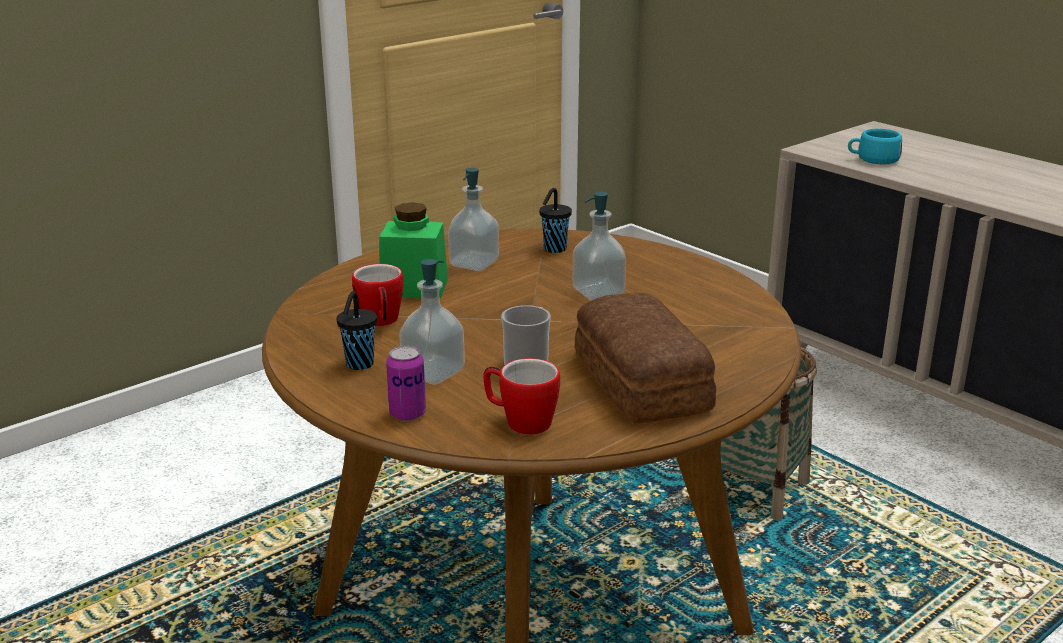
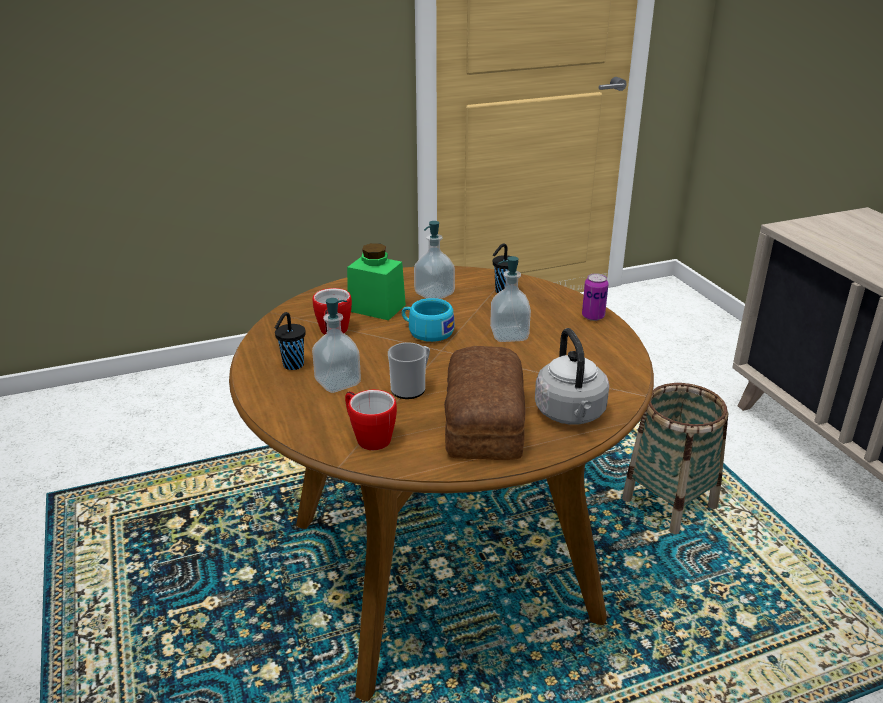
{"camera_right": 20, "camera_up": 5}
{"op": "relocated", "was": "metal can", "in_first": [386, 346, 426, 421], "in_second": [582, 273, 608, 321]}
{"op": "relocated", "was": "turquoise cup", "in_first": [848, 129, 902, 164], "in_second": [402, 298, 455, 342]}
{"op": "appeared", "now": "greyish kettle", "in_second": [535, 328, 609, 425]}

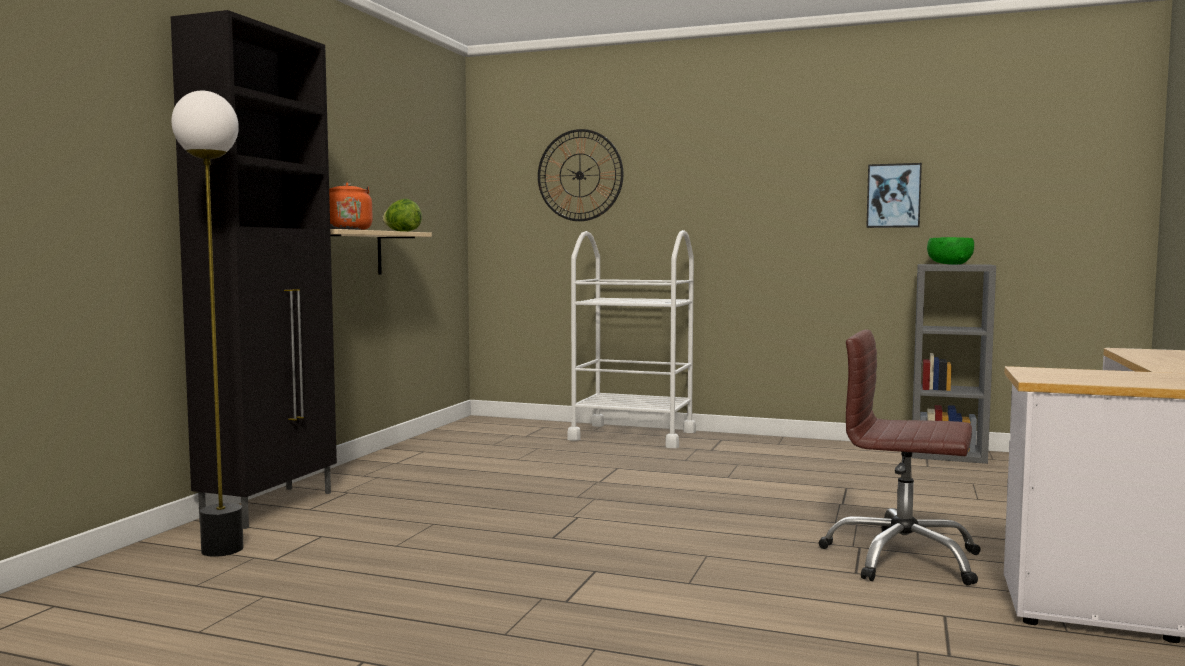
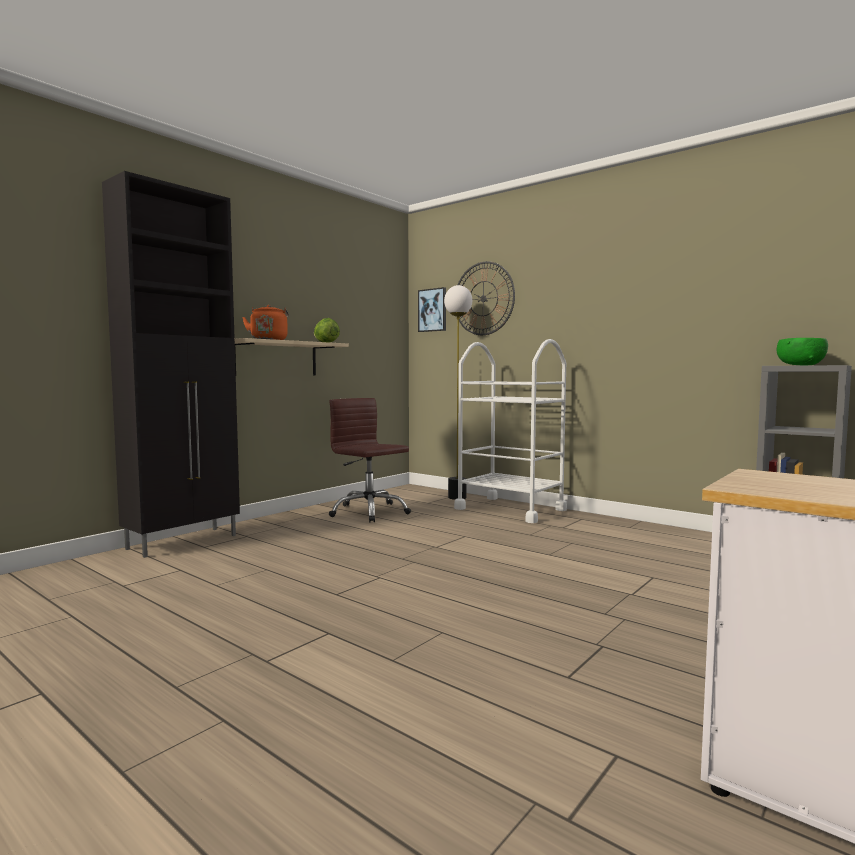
{"camera_right": 20, "camera_up": 0}
{"op": "relocated", "was": "standard lamp", "in_first": [172, 91, 244, 557], "in_second": [444, 285, 472, 500]}
{"op": "relocated", "was": "brownish office chair", "in_first": [819, 330, 981, 586], "in_second": [329, 398, 411, 522]}
{"op": "relocated", "was": "wall picture", "in_first": [866, 163, 922, 228], "in_second": [418, 287, 446, 332]}

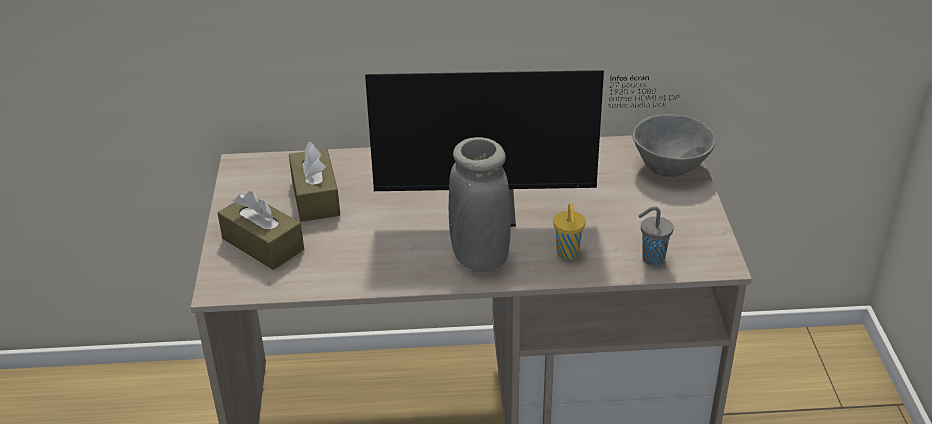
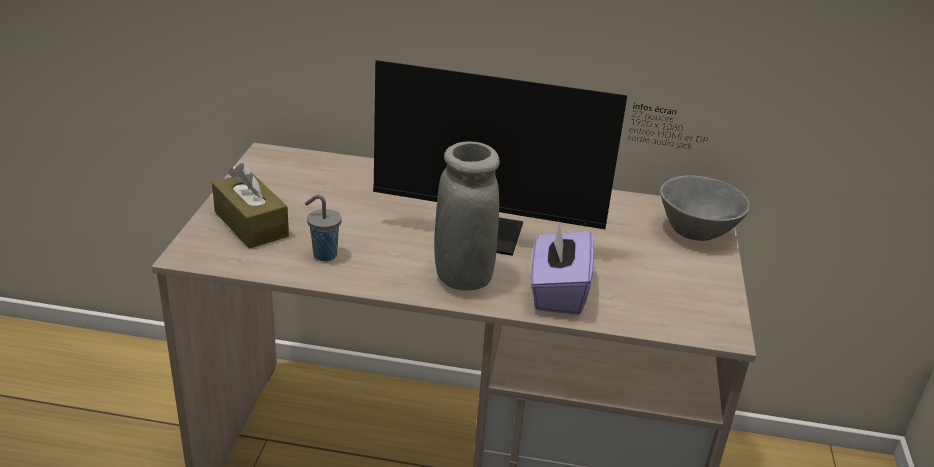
{"camera_right": 10, "camera_up": -5}
{"op": "missing", "was": "brownish tissue holder", "in_first": [289, 141, 340, 222]}
{"op": "exchanged", "was": "yellow-coloured cup", "now": "purplish tissue holder", "in_first": [553, 203, 586, 260], "in_second": [530, 221, 594, 315]}
{"op": "relocated", "was": "greyish cup", "in_first": [638, 206, 674, 266], "in_second": [305, 195, 342, 261]}

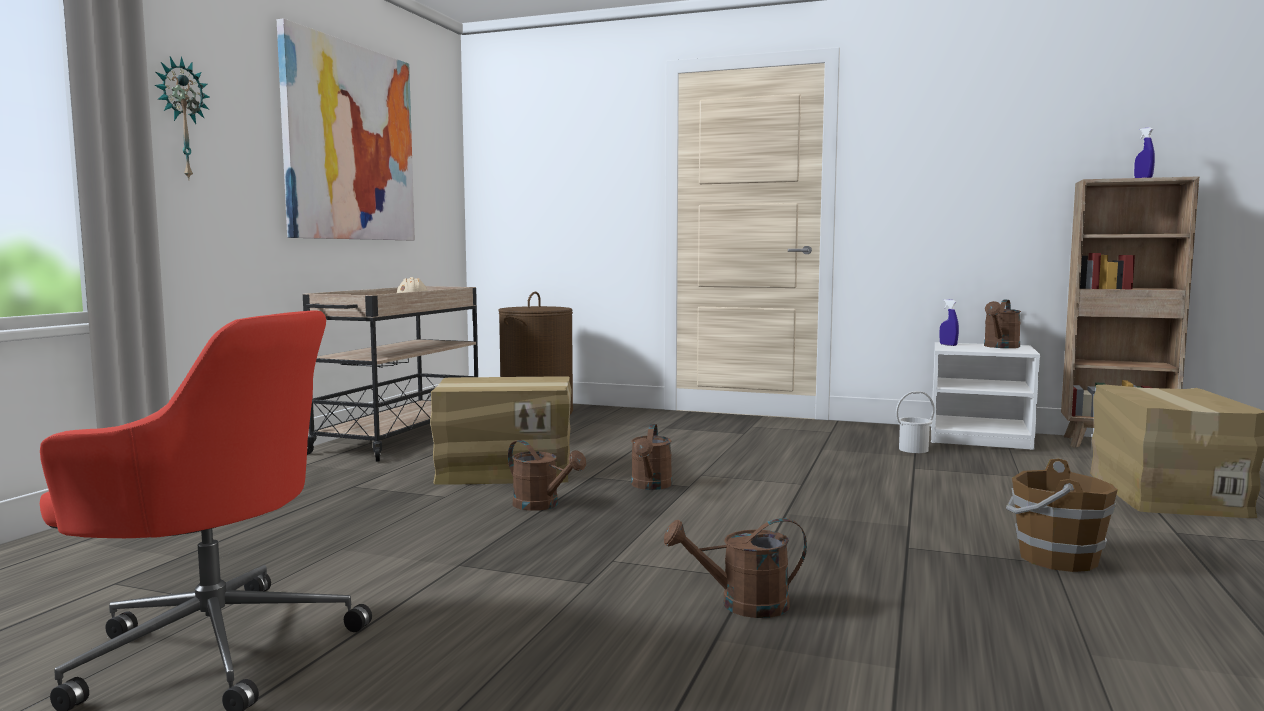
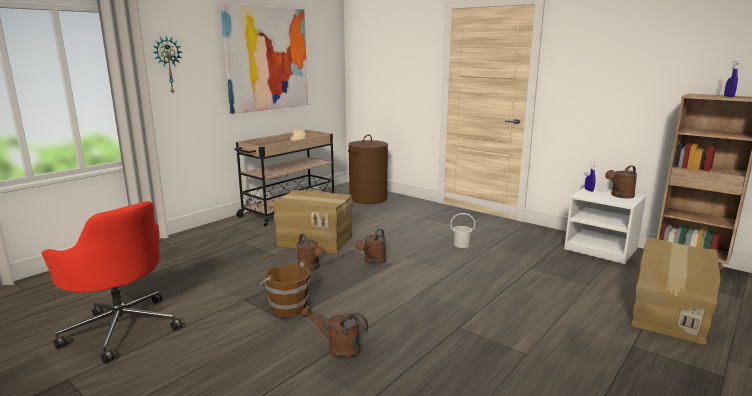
{"camera_right": 20, "camera_up": 10}
{"op": "relocated", "was": "whitish water bucket", "in_first": [896, 391, 935, 453], "in_second": [450, 213, 475, 248]}
{"op": "relocated", "was": "brownish water bucket", "in_first": [1006, 458, 1118, 572], "in_second": [260, 260, 310, 317]}

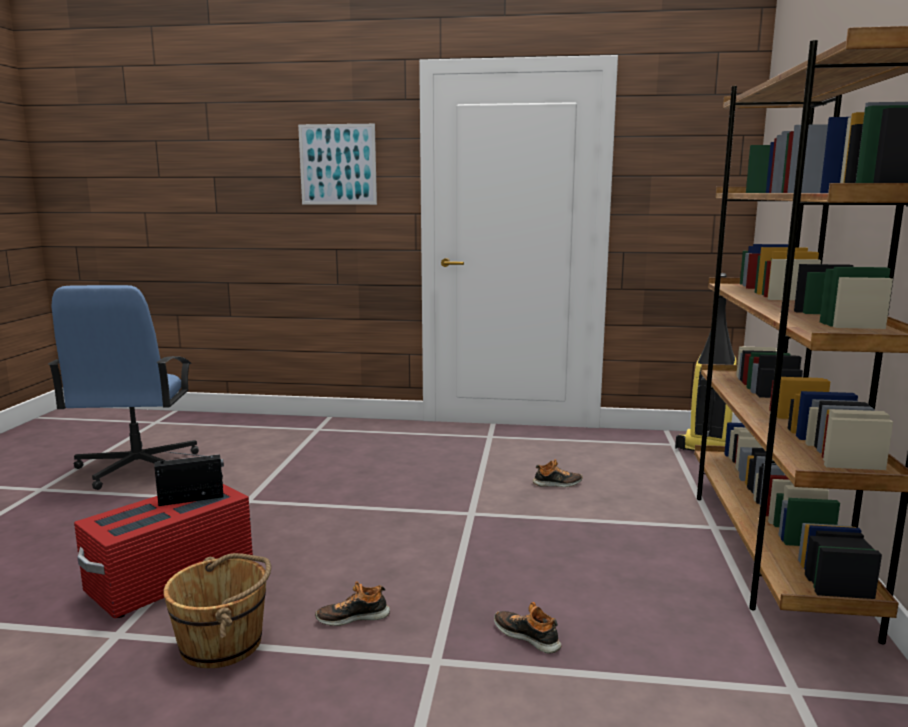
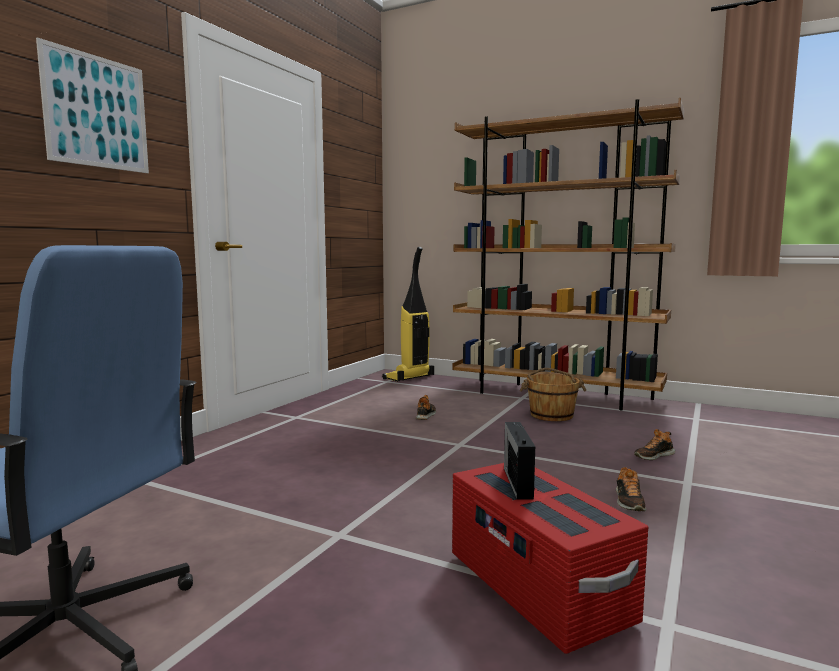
{"camera_right": -70, "camera_up": -5}
{"op": "relocated", "was": "brownish water bucket", "in_first": [163, 553, 271, 668], "in_second": [519, 368, 587, 421]}

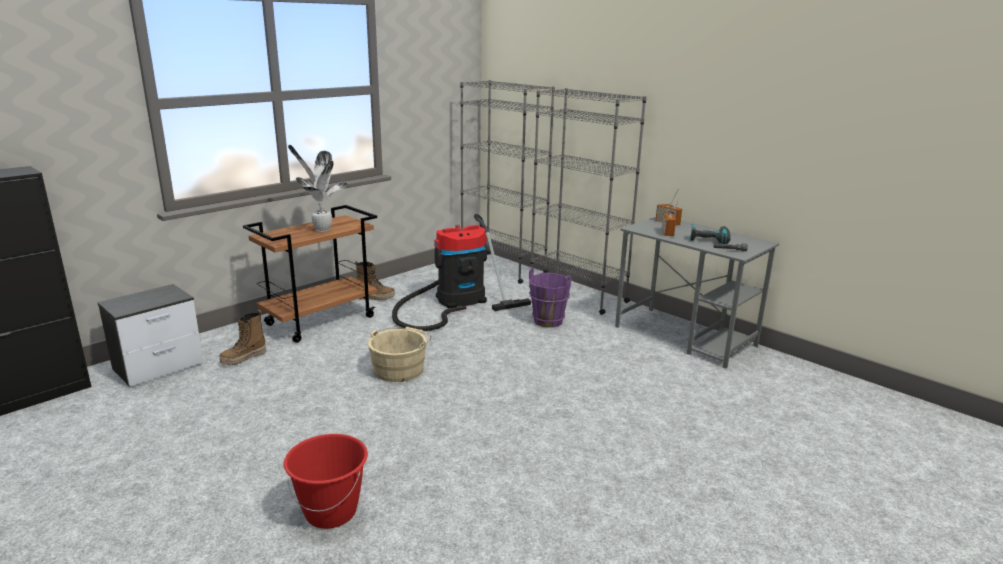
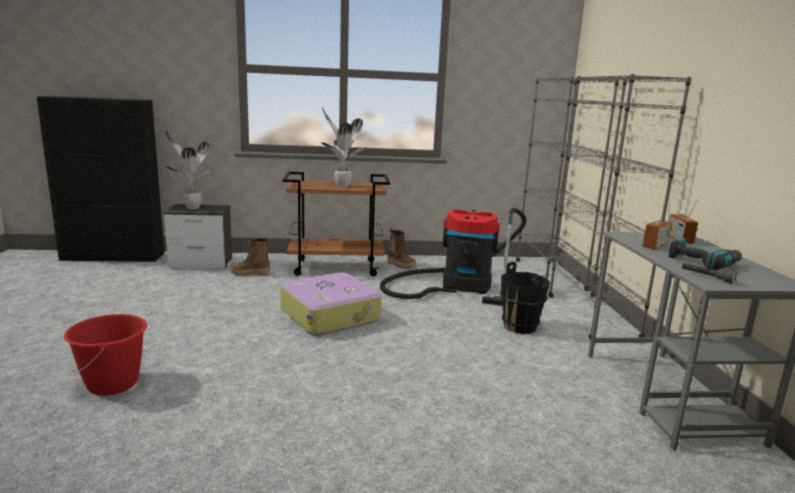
{"camera_right": 40, "camera_up": -5}
{"op": "exchanged", "was": "sand-coloured water bucket", "now": "piece of luggage", "in_first": [368, 327, 432, 382], "in_second": [280, 272, 381, 336]}
{"op": "colour", "was": "purplish water bucket", "now": "black water bucket", "in_first": [529, 267, 572, 328], "in_second": [500, 262, 550, 334]}
{"op": "appeared", "now": "plant in a pot", "in_second": [165, 131, 213, 209]}

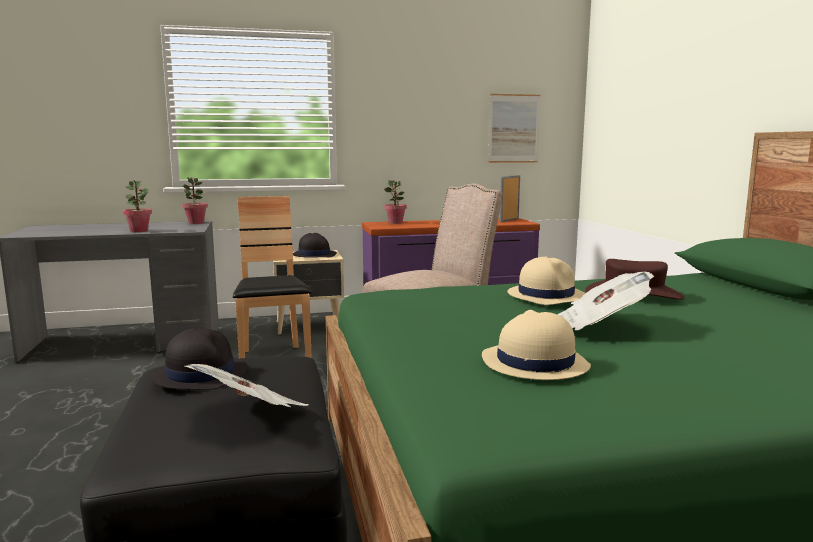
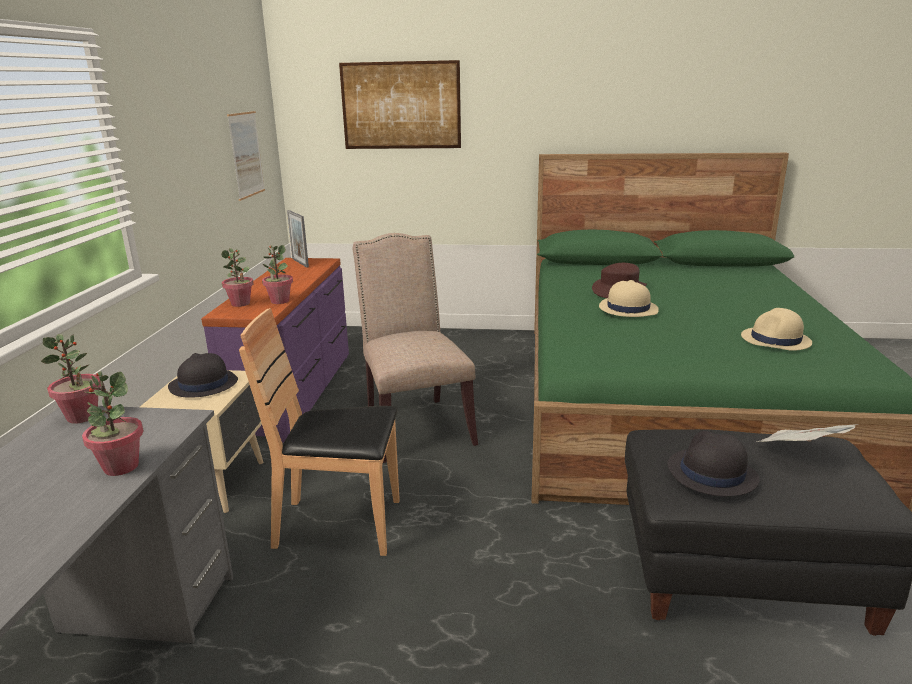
{"camera_right": -70, "camera_up": 10}
{"op": "missing", "was": "printed paper", "in_first": [557, 272, 654, 330]}
{"op": "appeared", "now": "plant in a pot", "in_second": [262, 245, 293, 304]}
{"op": "appeared", "now": "wall picture", "in_second": [339, 60, 461, 149]}

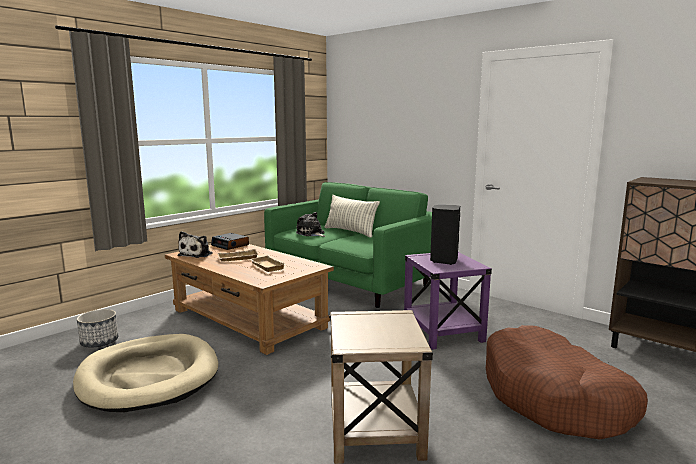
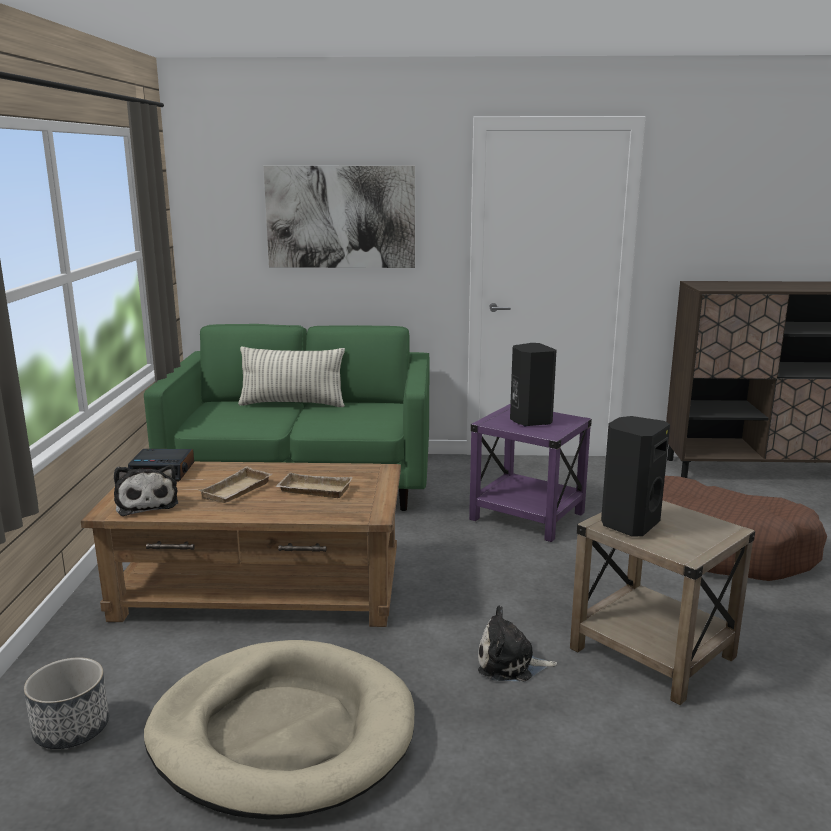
{"camera_right": -40, "camera_up": 5}
{"op": "relocated", "was": "soft toy", "in_first": [296, 212, 325, 237], "in_second": [478, 605, 557, 681]}
{"op": "appeared", "now": "wall picture", "in_second": [264, 166, 415, 268]}
{"op": "appeared", "now": "black loudspeaker", "in_second": [601, 416, 670, 536]}

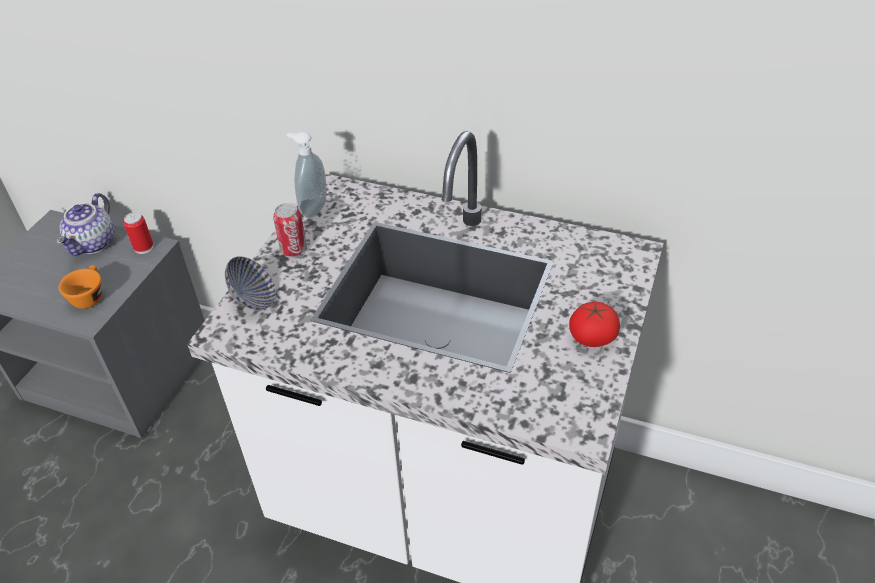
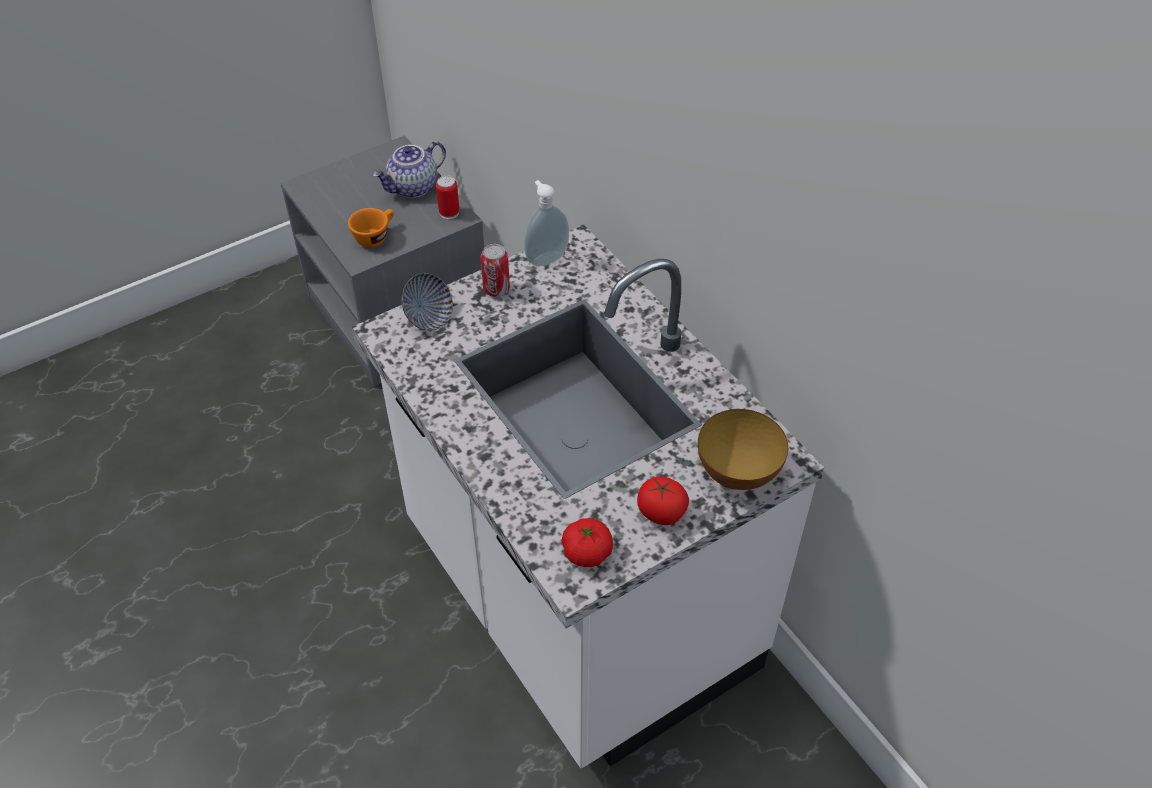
{"camera_right": 35, "camera_up": 5}
{"op": "appeared", "now": "whole tomato", "in_second": [561, 518, 613, 567]}
{"op": "appeared", "now": "deep dish", "in_second": [698, 409, 788, 490]}

